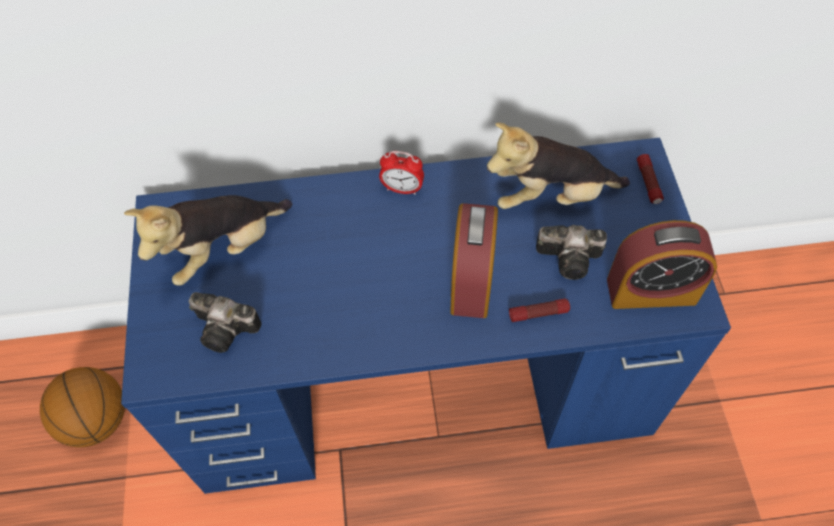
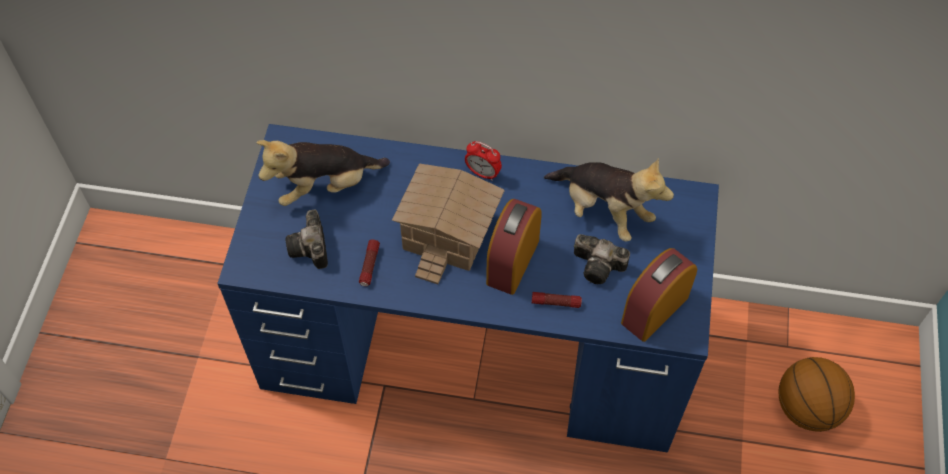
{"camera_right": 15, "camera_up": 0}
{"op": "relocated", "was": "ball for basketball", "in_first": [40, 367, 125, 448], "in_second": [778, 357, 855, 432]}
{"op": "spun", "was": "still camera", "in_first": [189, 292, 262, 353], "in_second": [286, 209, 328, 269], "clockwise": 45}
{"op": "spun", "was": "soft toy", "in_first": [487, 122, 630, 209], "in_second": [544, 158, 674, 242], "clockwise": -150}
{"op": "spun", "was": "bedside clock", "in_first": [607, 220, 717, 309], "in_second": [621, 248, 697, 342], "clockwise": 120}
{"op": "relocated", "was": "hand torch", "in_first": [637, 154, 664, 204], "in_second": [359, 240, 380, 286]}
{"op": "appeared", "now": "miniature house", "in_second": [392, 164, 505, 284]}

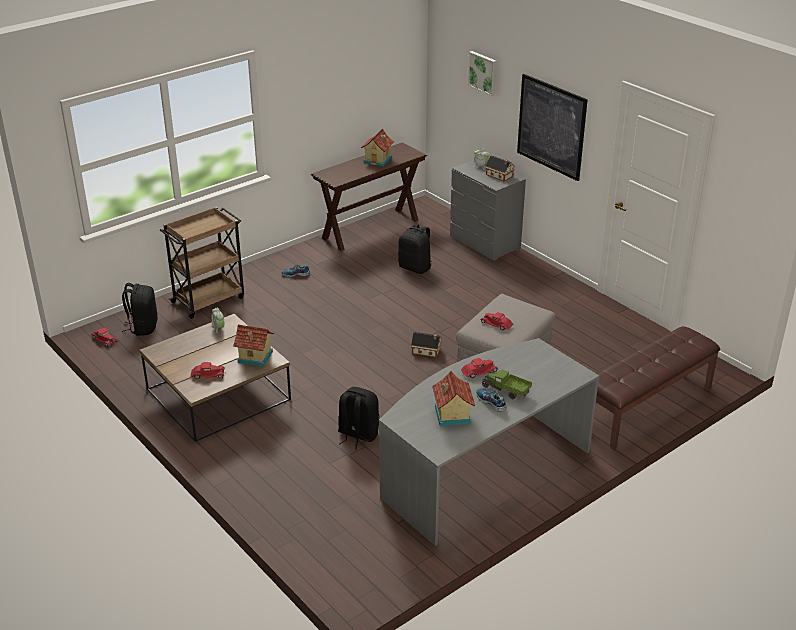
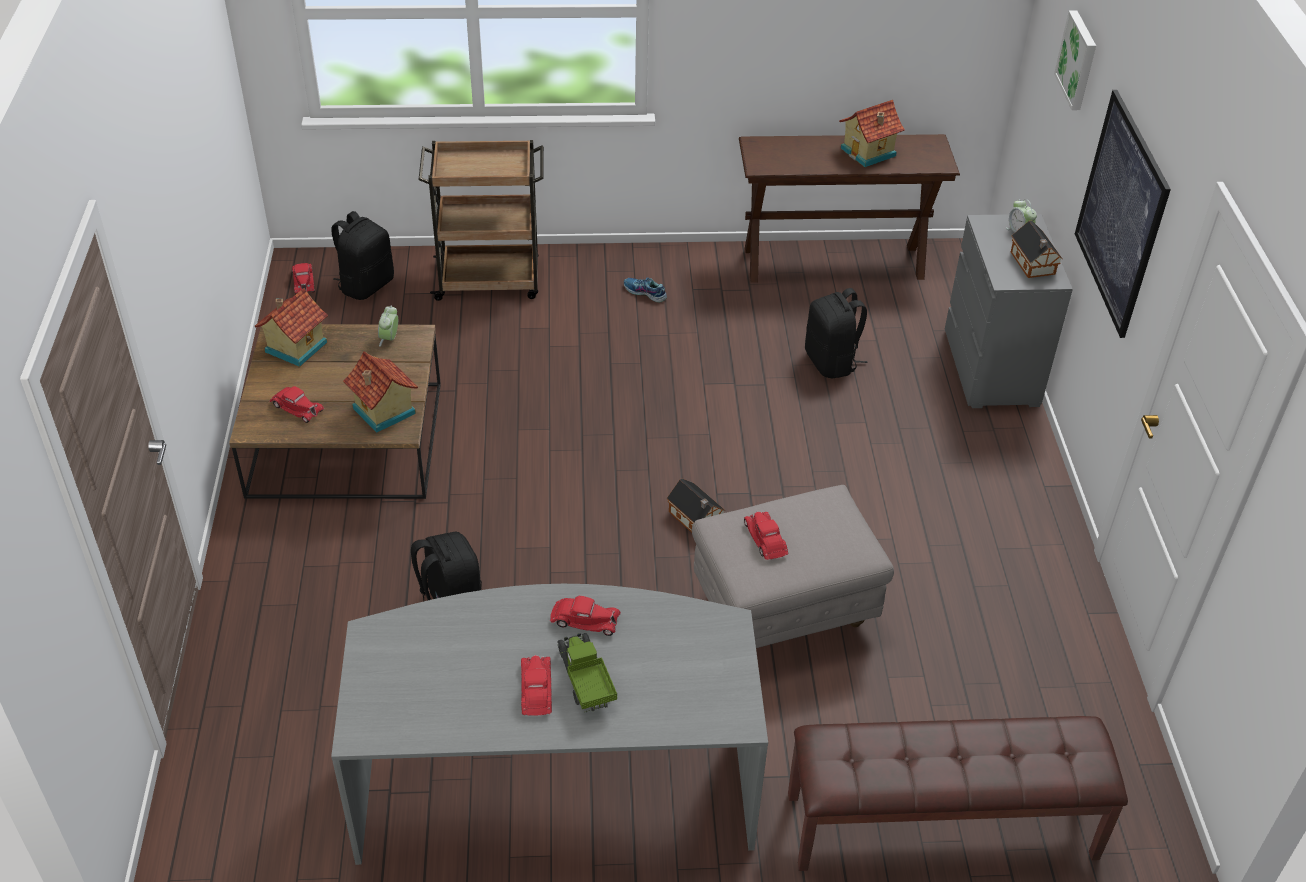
{"camera_right": 35, "camera_up": 10}
{"op": "relocated", "was": "miniature house", "in_first": [432, 371, 475, 426], "in_second": [255, 288, 328, 367]}
{"op": "exchanged", "was": "shoe", "now": "red toy car", "in_first": [476, 388, 507, 412], "in_second": [521, 655, 552, 716]}

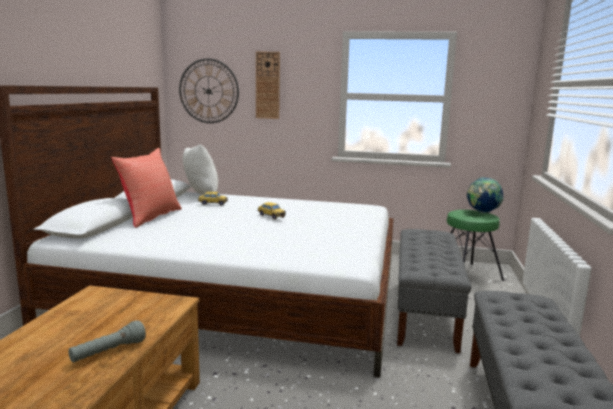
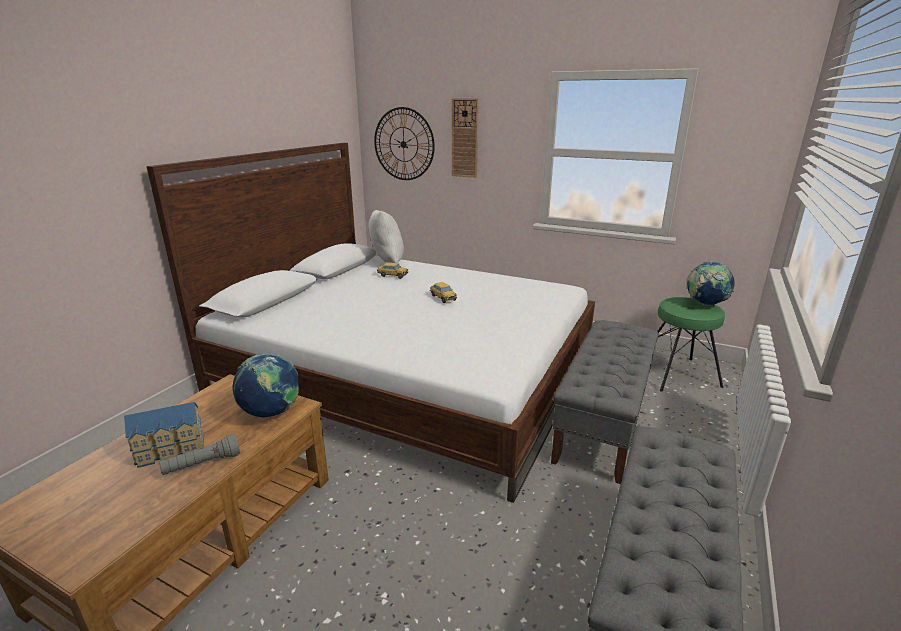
{"camera_right": 15, "camera_up": 10}
{"op": "missing", "was": "red throw pillow", "in_first": [111, 148, 182, 228]}
{"op": "appeared", "now": "miniature house", "in_second": [124, 402, 204, 468]}
{"op": "appeared", "now": "world globe", "in_second": [233, 354, 299, 418]}

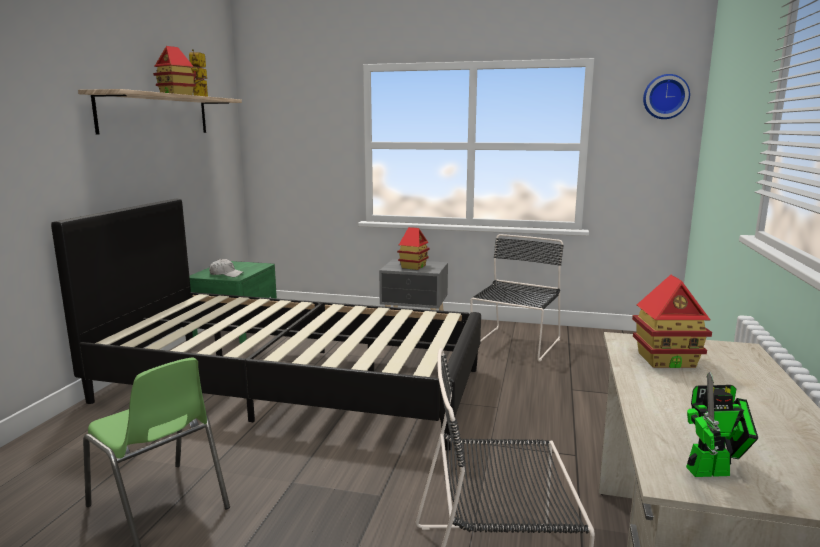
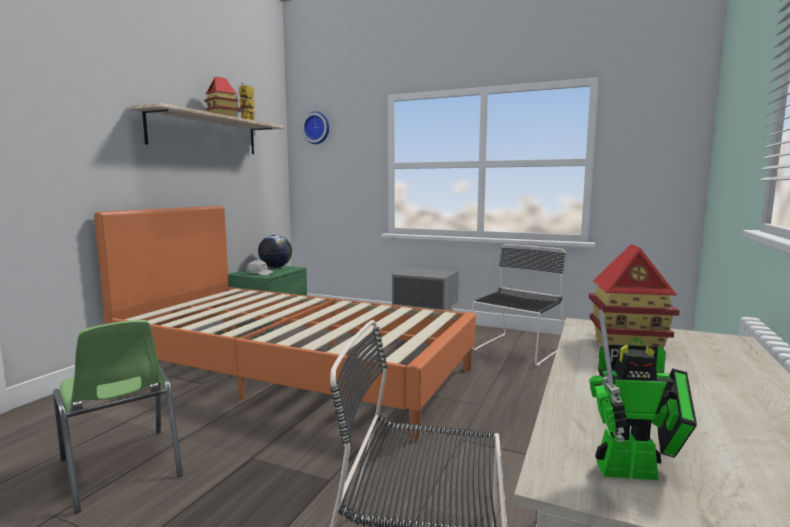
{"camera_right": 10, "camera_up": -5}
{"op": "colour", "was": "black bedroom bed", "now": "orange-coloured bedroom bed", "in_first": [51, 199, 481, 450], "in_second": [94, 206, 476, 442]}
{"op": "missing", "was": "miniature house", "in_first": [397, 227, 430, 270]}
{"op": "relocated", "was": "wall clock", "in_first": [643, 74, 690, 119], "in_second": [302, 111, 329, 144]}
{"op": "appeared", "now": "world globe", "in_second": [258, 235, 292, 268]}

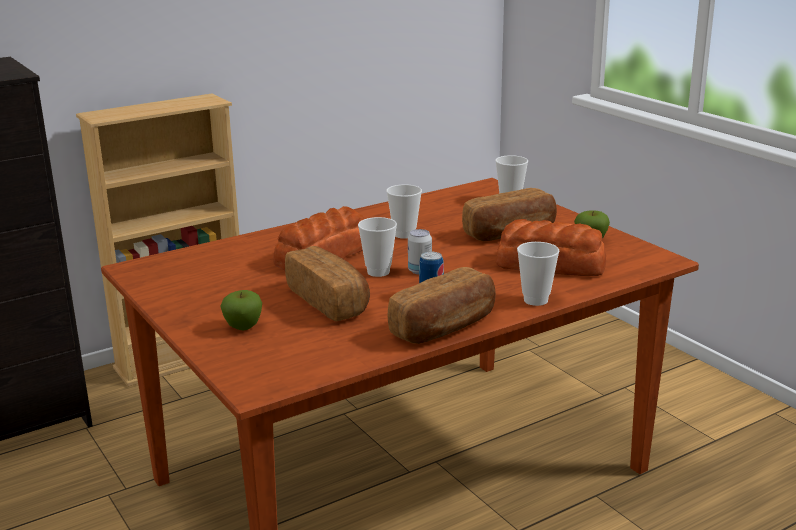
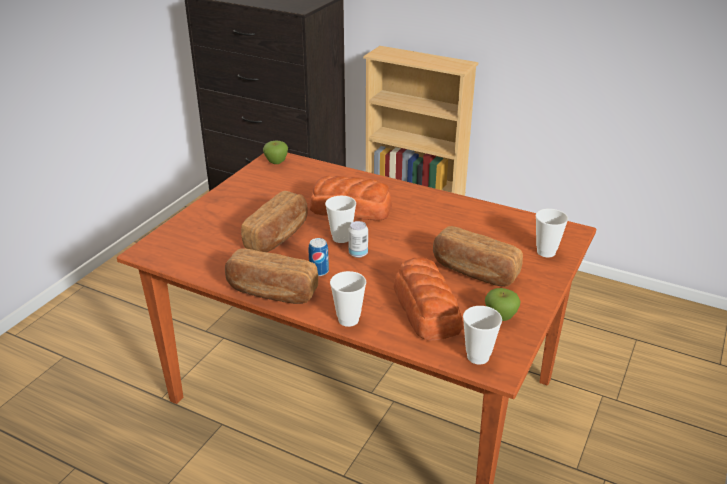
{"camera_right": 60, "camera_up": 10}
{"op": "relocated", "was": "whole apple", "in_first": [220, 290, 262, 330], "in_second": [263, 141, 288, 164]}
{"op": "relocated", "was": "cup", "in_first": [386, 184, 422, 239], "in_second": [463, 306, 502, 365]}

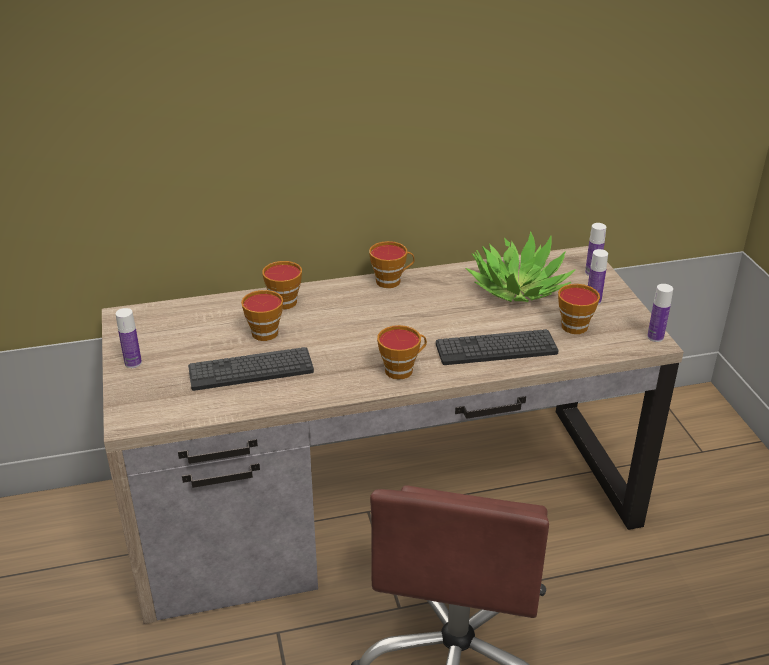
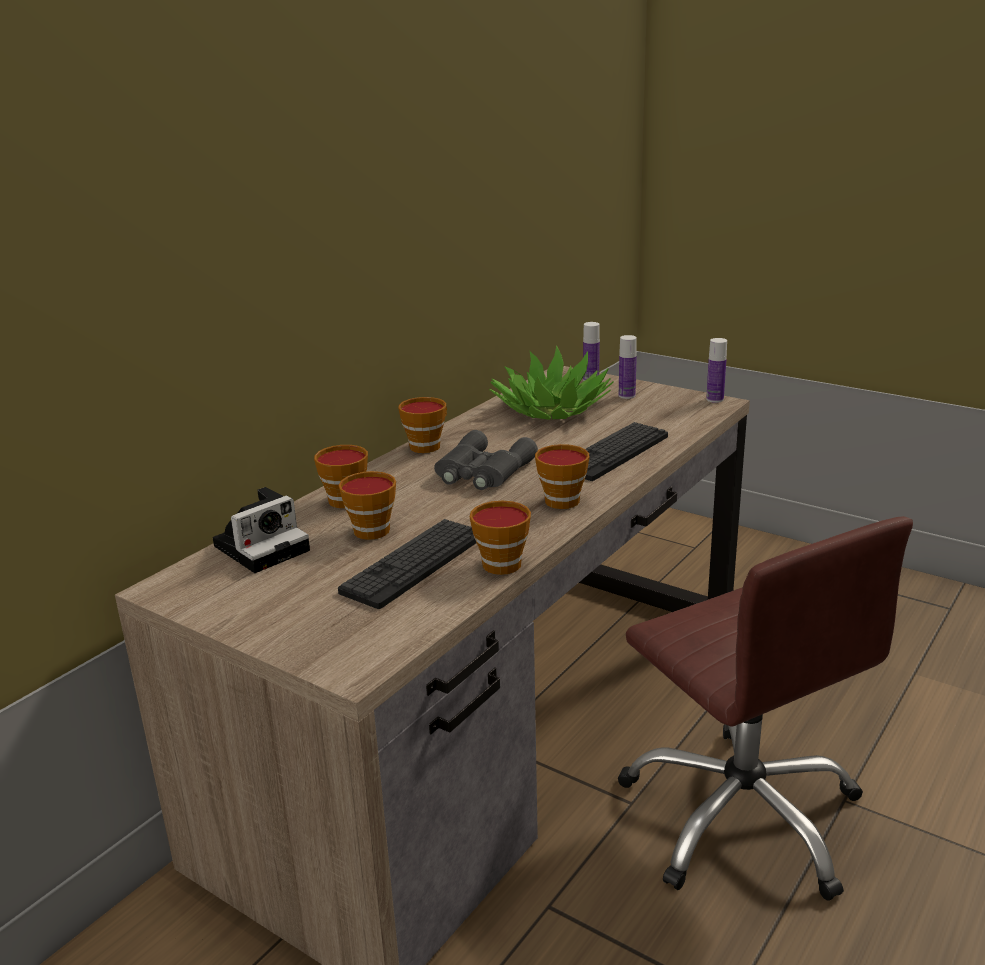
{"camera_right": -40, "camera_up": -10}
{"op": "missing", "was": "beverage bottle", "in_first": [116, 308, 142, 368]}
{"op": "relocated", "was": "cup", "in_first": [558, 284, 600, 334], "in_second": [470, 501, 531, 575]}
{"op": "appeared", "now": "still camera", "in_second": [213, 487, 310, 573]}
{"op": "appeared", "now": "greyish field glasses", "in_second": [434, 430, 538, 490]}

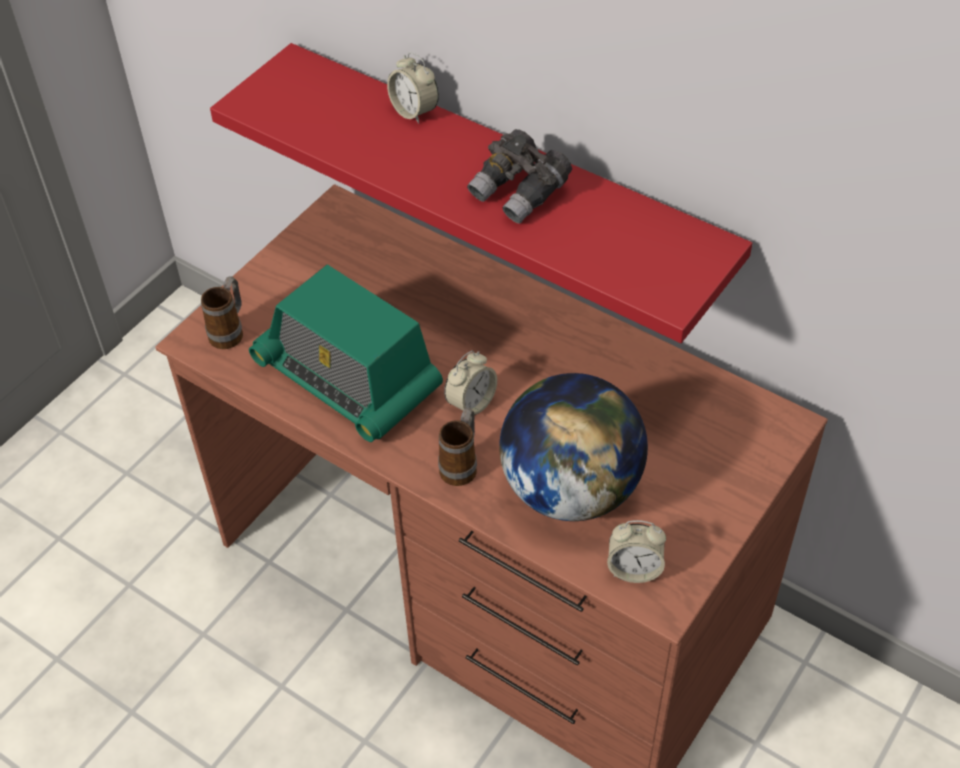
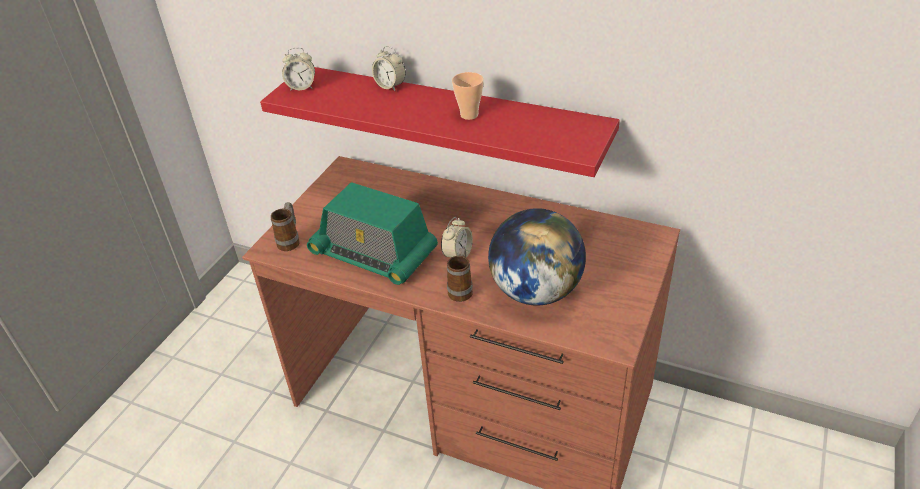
{"camera_right": -10, "camera_up": -10}
{"op": "exchanged", "was": "greyish field glasses", "now": "cup", "in_first": [467, 129, 572, 223], "in_second": [452, 72, 484, 120]}
{"op": "relocated", "was": "bedside clock", "in_first": [607, 520, 666, 583], "in_second": [282, 47, 315, 91]}

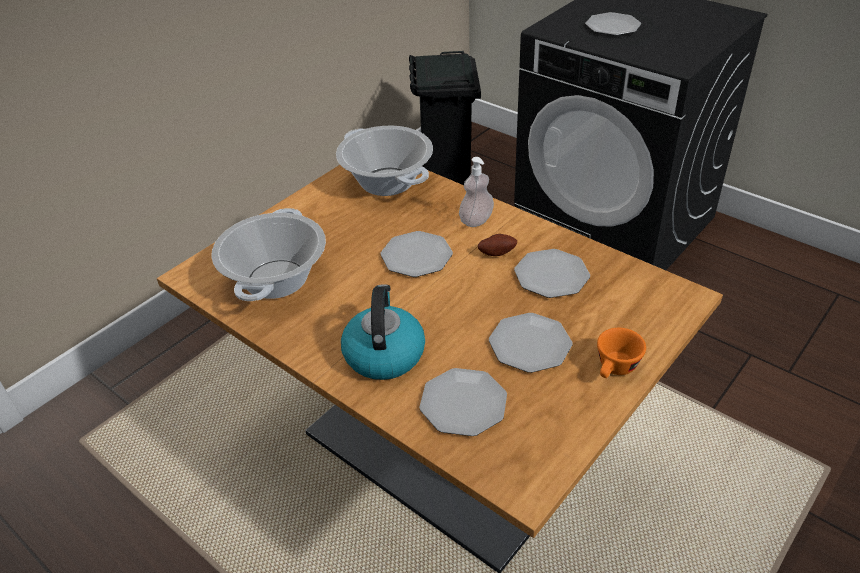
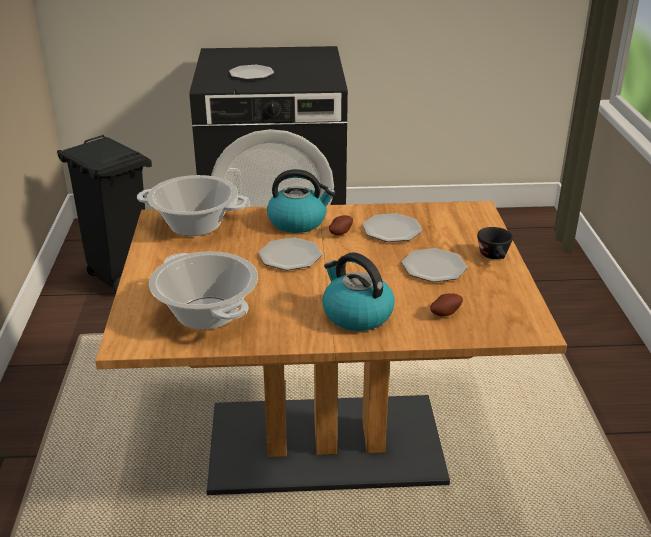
{"camera_right": -45, "camera_up": -10}
{"op": "exchanged", "was": "dinner plate", "now": "potato", "in_first": [419, 368, 507, 436], "in_second": [430, 293, 463, 317]}
{"op": "exchanged", "was": "soap dispenser", "now": "kettle", "in_first": [459, 157, 494, 227], "in_second": [267, 169, 336, 233]}
{"op": "colour", "was": "orange-coloured cup", "now": "black cup", "in_first": [597, 328, 646, 378], "in_second": [477, 227, 513, 259]}

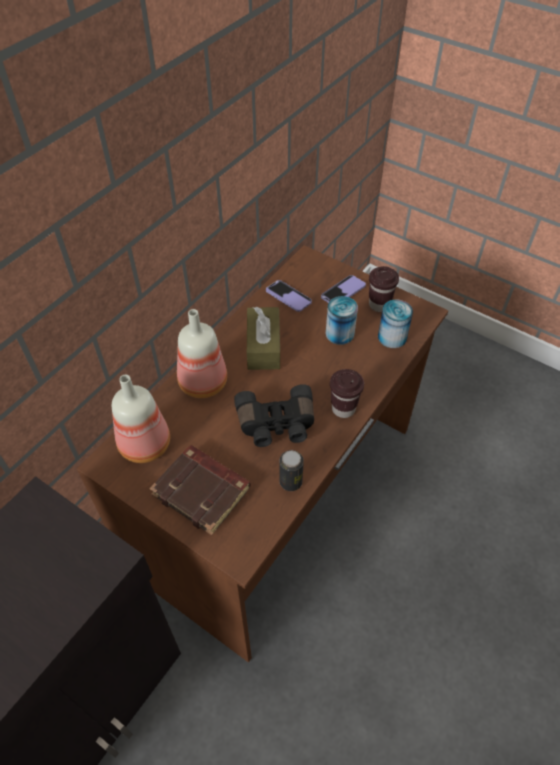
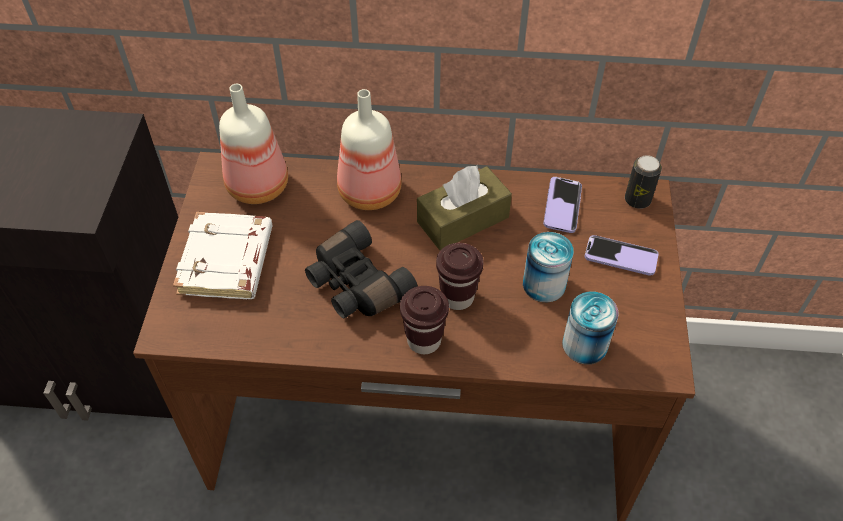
{"camera_right": 60, "camera_up": 0}
{"op": "colour", "was": "brownish volume", "now": "whitish volume", "in_first": [149, 445, 251, 536], "in_second": [173, 212, 273, 299]}
{"op": "relocated", "was": "metal can", "in_first": [279, 450, 304, 491], "in_second": [625, 155, 662, 209]}
{"op": "relocated", "was": "brownish cup", "in_first": [369, 266, 399, 312], "in_second": [436, 243, 484, 310]}

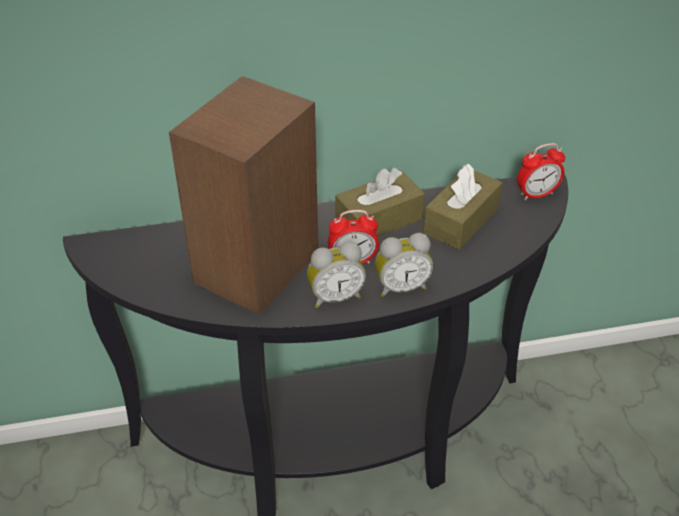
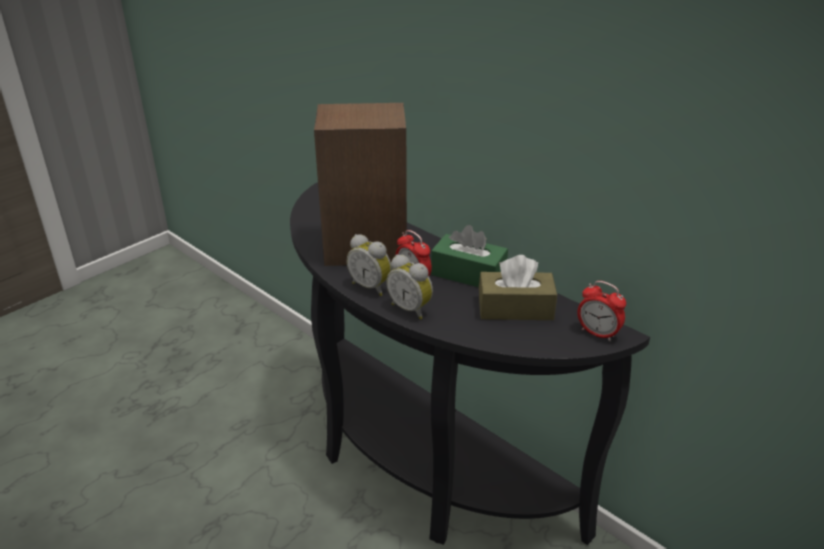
{"camera_right": 55, "camera_up": -10}
{"op": "colour", "was": "brownish tissue holder", "now": "green tissue holder", "in_first": [335, 168, 425, 237], "in_second": [431, 225, 508, 287]}

